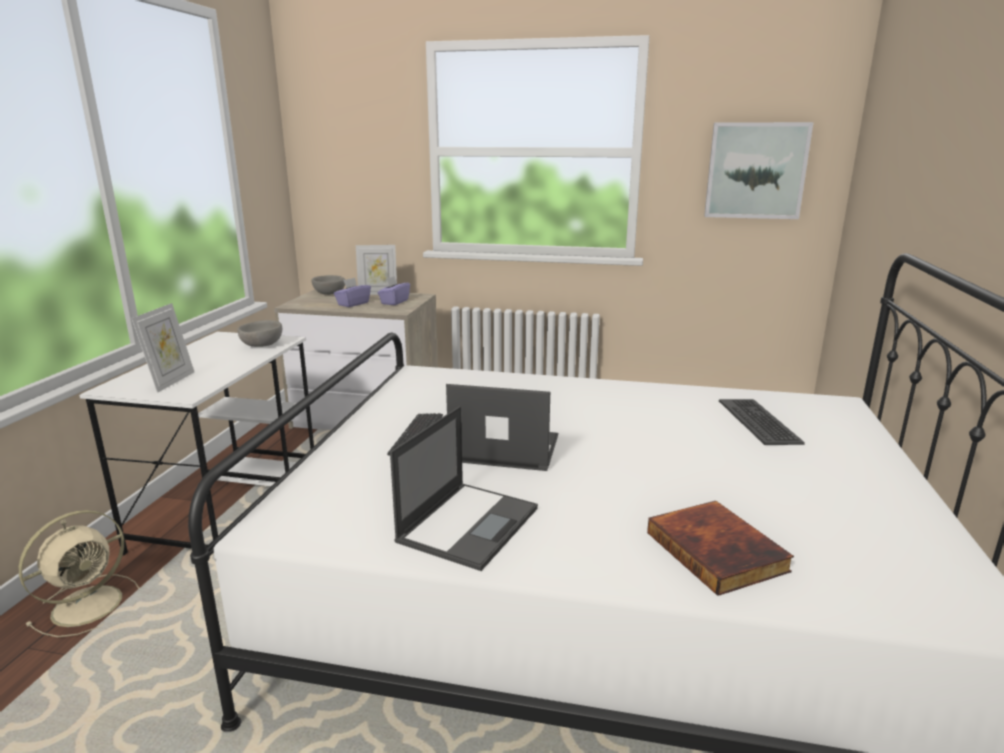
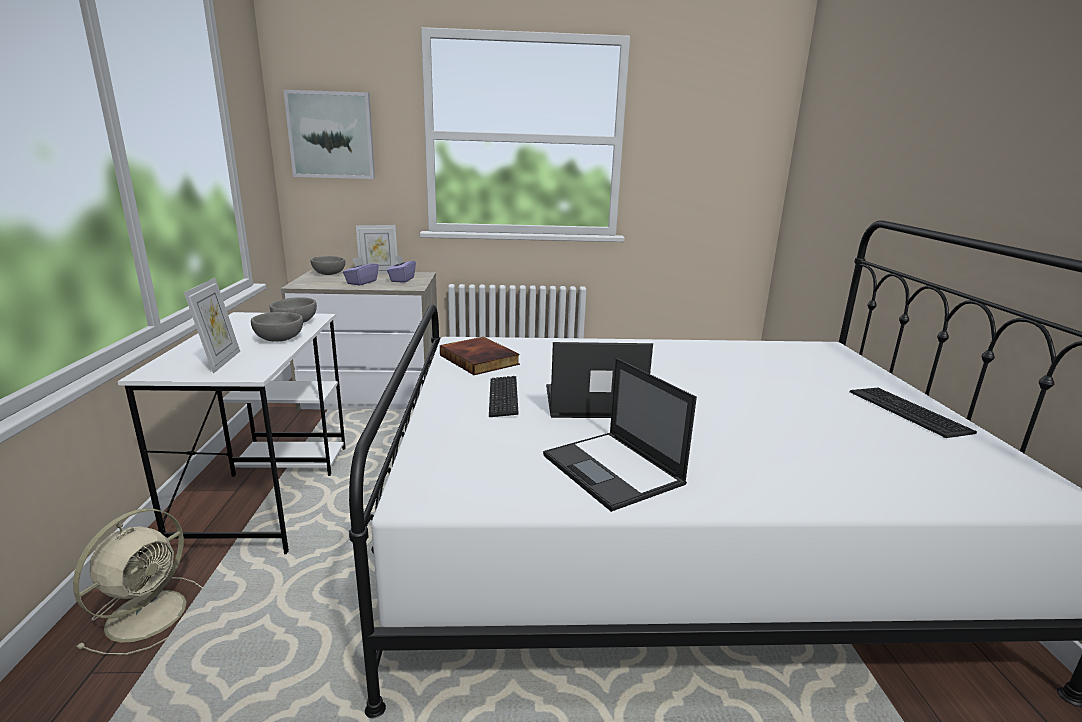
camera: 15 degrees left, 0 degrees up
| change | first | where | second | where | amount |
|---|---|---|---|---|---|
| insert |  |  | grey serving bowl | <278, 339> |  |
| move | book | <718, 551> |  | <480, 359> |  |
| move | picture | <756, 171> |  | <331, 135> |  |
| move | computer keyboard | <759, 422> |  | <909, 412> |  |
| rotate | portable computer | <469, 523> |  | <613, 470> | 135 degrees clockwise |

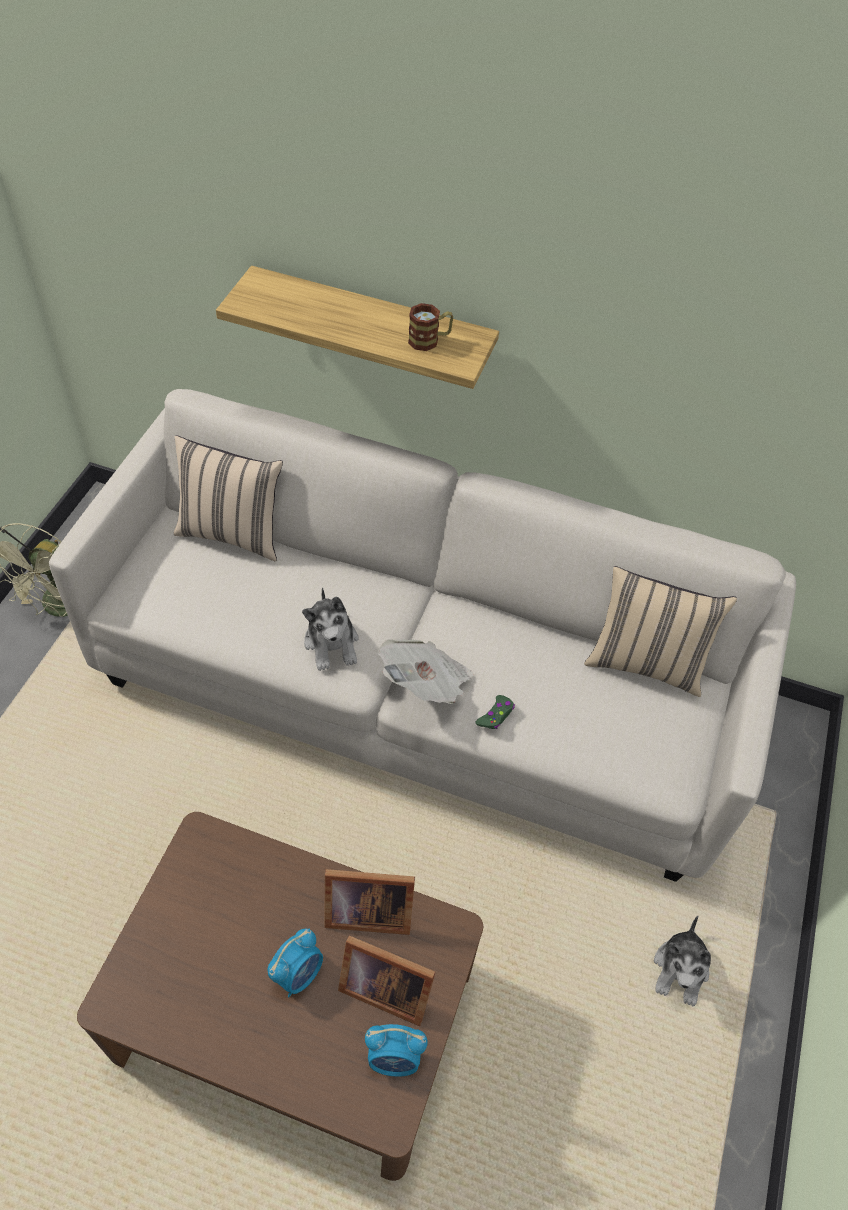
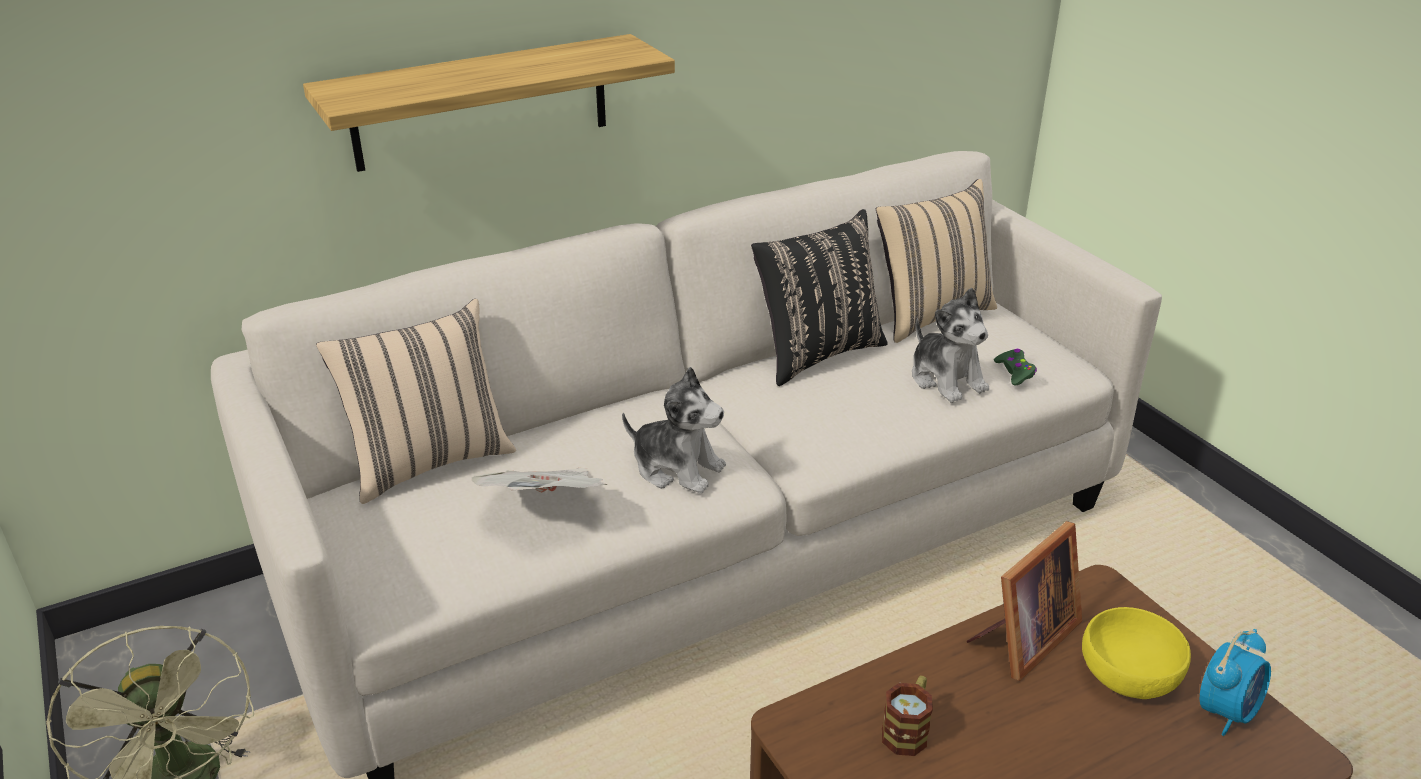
camera: 45 degrees left, 20 degrees down
| change | first | where | second | where | amount |
|---|---|---|---|---|---|
| delete | bedside clock | <298, 973> |  |  |  |
| insert |  |  | blackish pillow | <816, 353> |  |
| move | daily paper | <426, 683> |  | <547, 507> |  |
| move | mug | <429, 340> |  | <908, 729> |  |
| move | greenish joypad | <496, 715> |  | <1015, 372> |  |
| move | cuddly toy | <680, 969> |  | <946, 379> |  |
| replace | standing frame | <383, 985> | yellowish serving bowl | <1129, 673> |  |

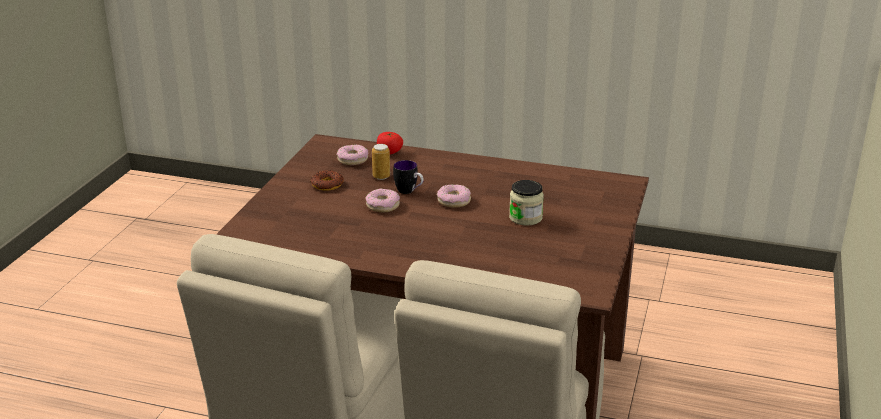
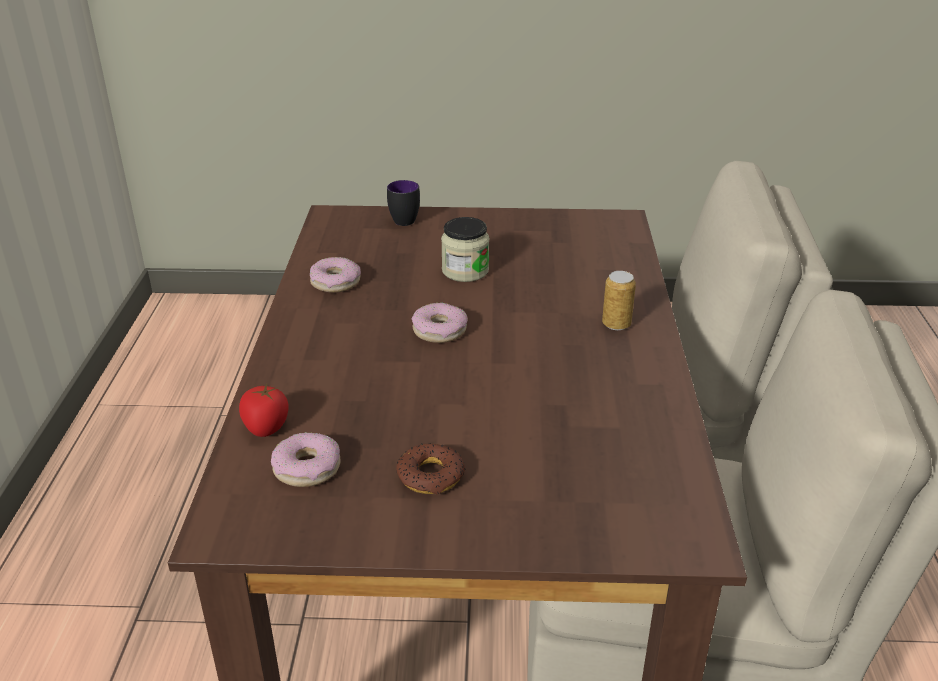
camera: 105 degrees left, 5 degrees up
| change | first | where | second | where | amount |
|---|---|---|---|---|---|
| move | ring doughnut | <383, 205> |  | <335, 282> |  |
| move | sealed can | <381, 176> |  | <616, 324> |  |
| move | mug | <409, 192> |  | <407, 219> |  |

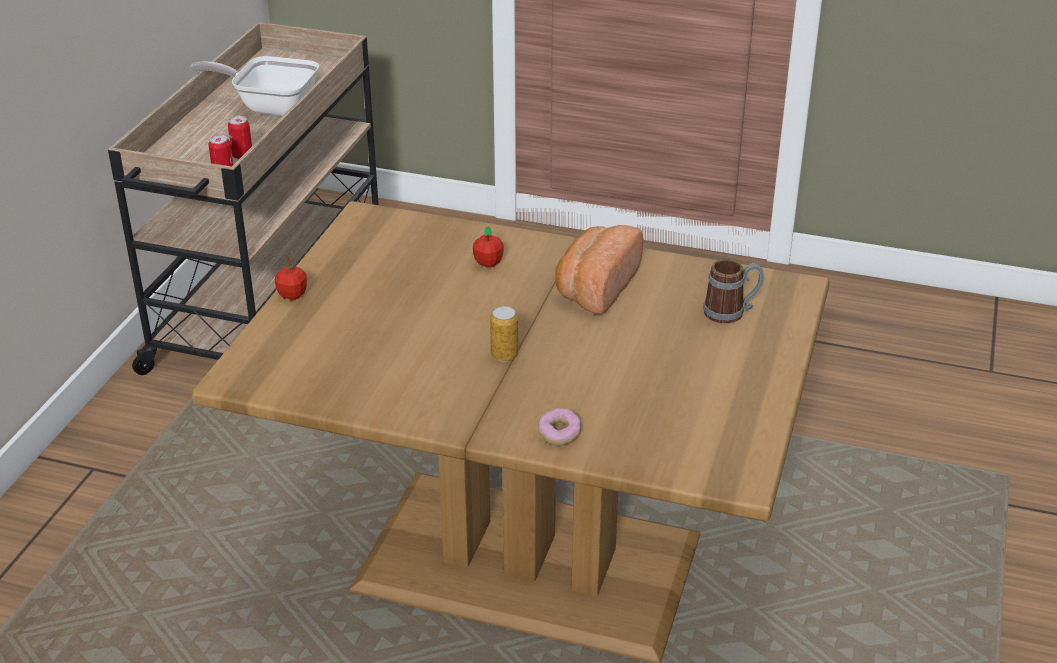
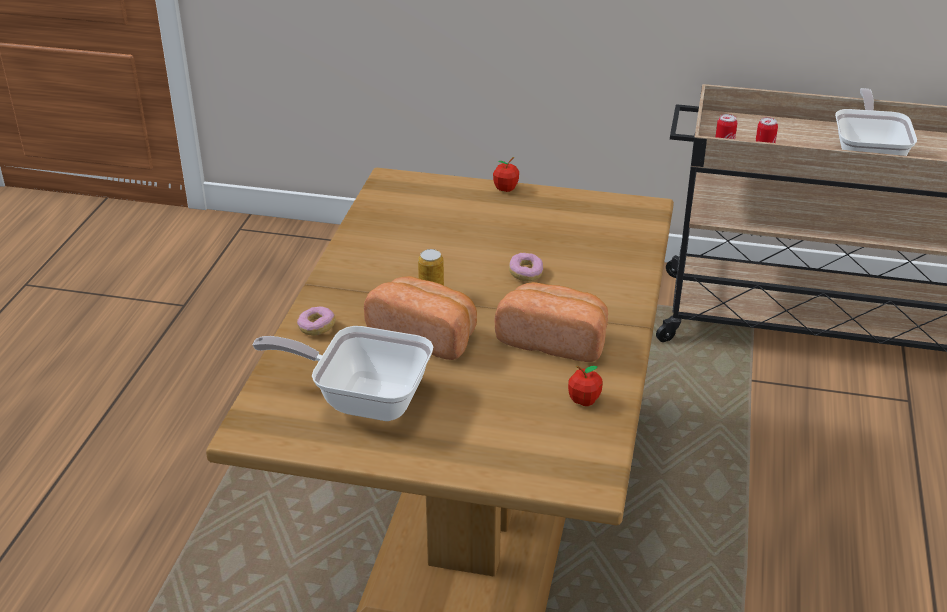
camera: 85 degrees right, 0 degrees up
| change | first | where | second | where | amount |
|---|---|---|---|---|---|
| delete | mug | <731, 312> |  |  |  |
| insert |  |  | frying pan | <363, 398> |  |
| insert |  |  | bakery bread | <425, 335> |  |
| insert |  |  | ring doughnut | <525, 274> |  |
| move | whole apple | <488, 263> |  | <584, 400> |  |

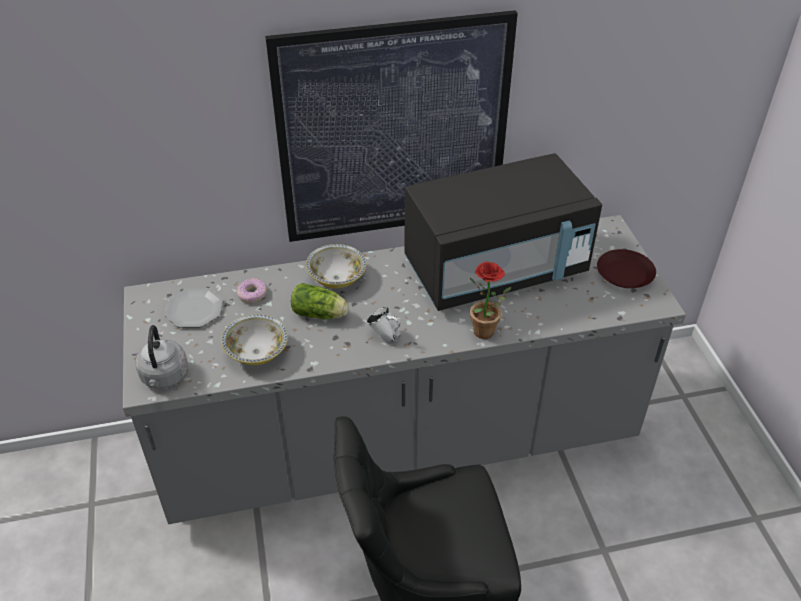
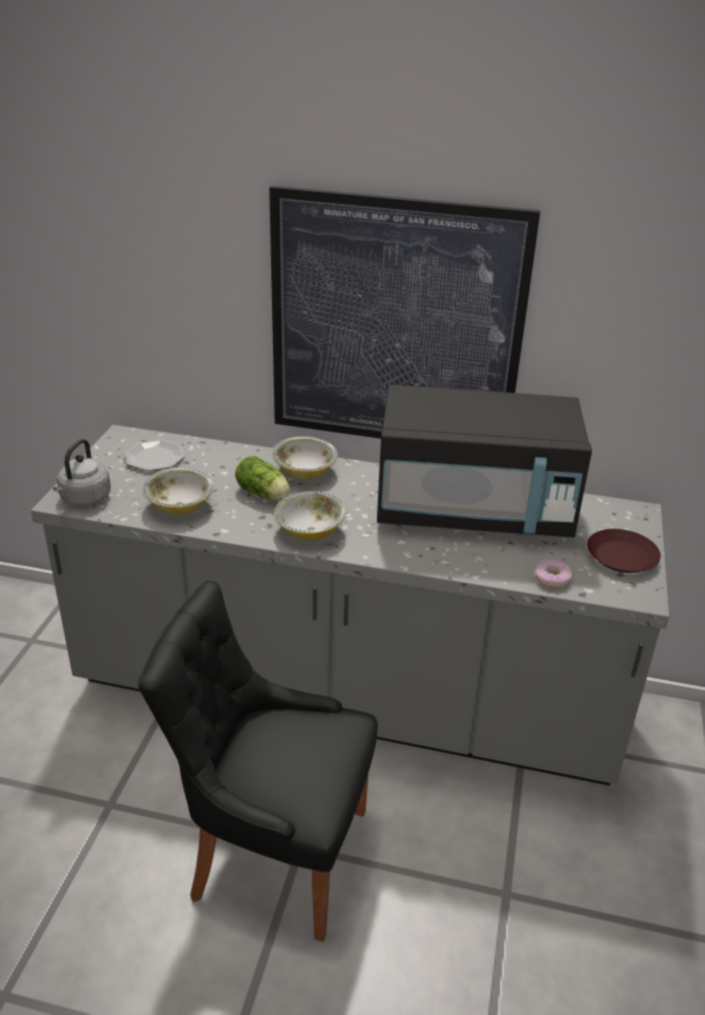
camera: 25 degrees right, 10 degrees down
| change | first | where | second | where | amount |
|---|---|---|---|---|---|
| delete | houseplant | <485, 335> |  |  |  |
| move | ring doughnut | <252, 294> |  | <552, 578> |  |
| replace | whitish mug | <384, 337> | serving bowl | <310, 531> |  |

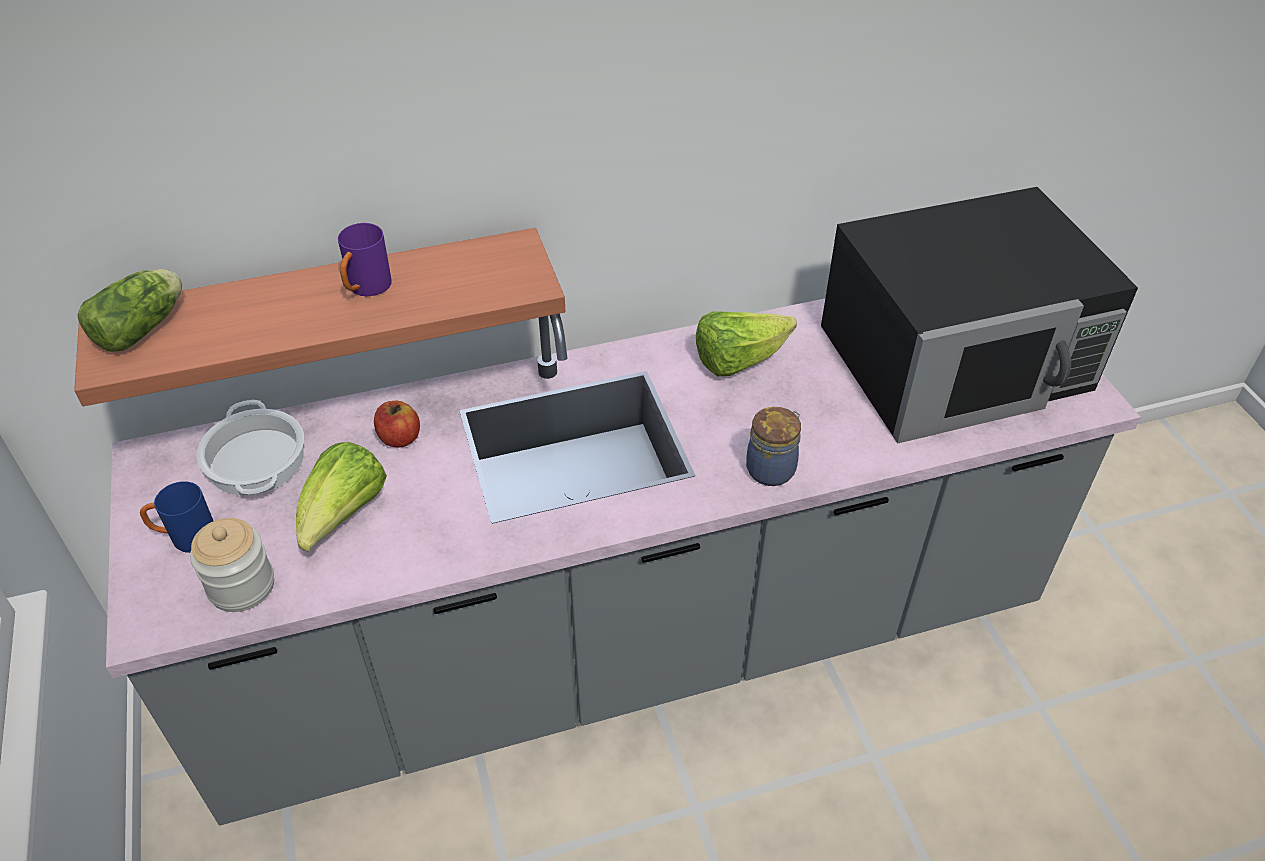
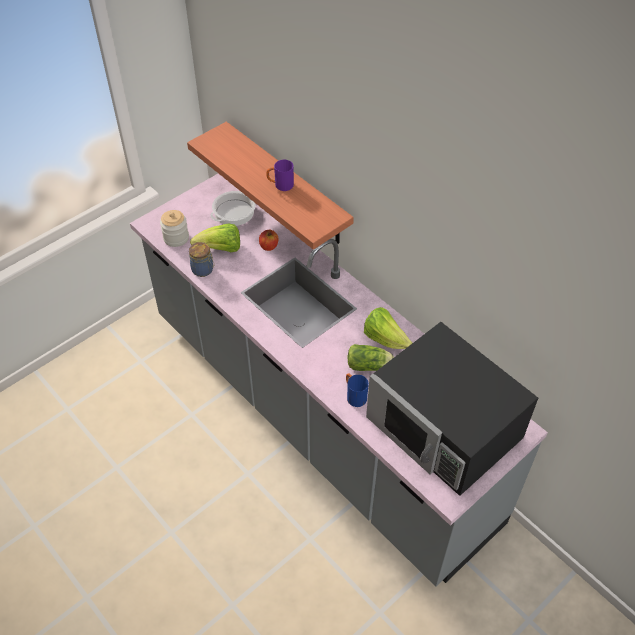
camera: 65 degrees right, 5 degrees up
| change | first | where | second | where | amount |
|---|---|---|---|---|---|
| move | lettuce | <144, 327> |  | <370, 366> |  |
| move | bluish mug | <185, 538> |  | <354, 396> |  |
| move | jar | <772, 469> |  | <203, 270> |  |

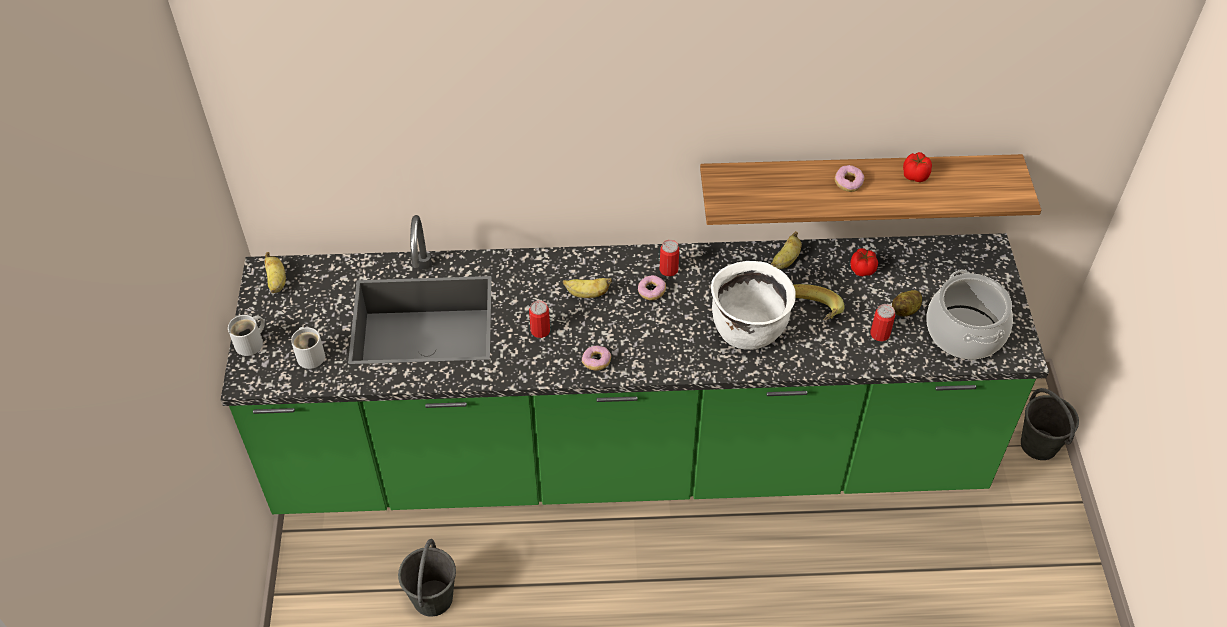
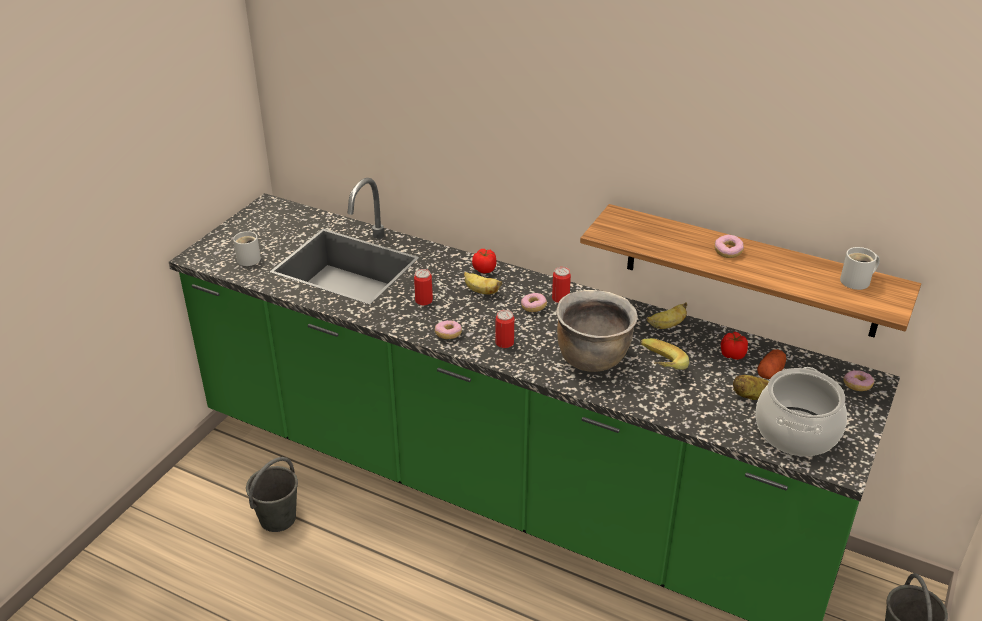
camera: 30 degrees right, 15 degrees down
| change | first | where | second | where | amount |
|---|---|---|---|---|---|
| delete | banana | <277, 282> |  |  |  |
| insert |  |  | spud | <770, 372> |  |
| insert |  |  | ring doughnut | <857, 385> |  |
| move | whitish mug | <251, 343> |  | <858, 281> |  |
| move | sealed can | <880, 334> |  | <504, 343> |  |
| move | tomato | <915, 175> |  | <485, 269> |  |
| recolor | whitish cooking pot | <747, 329> | brown-coloured cooking pot | <592, 358> |  |

